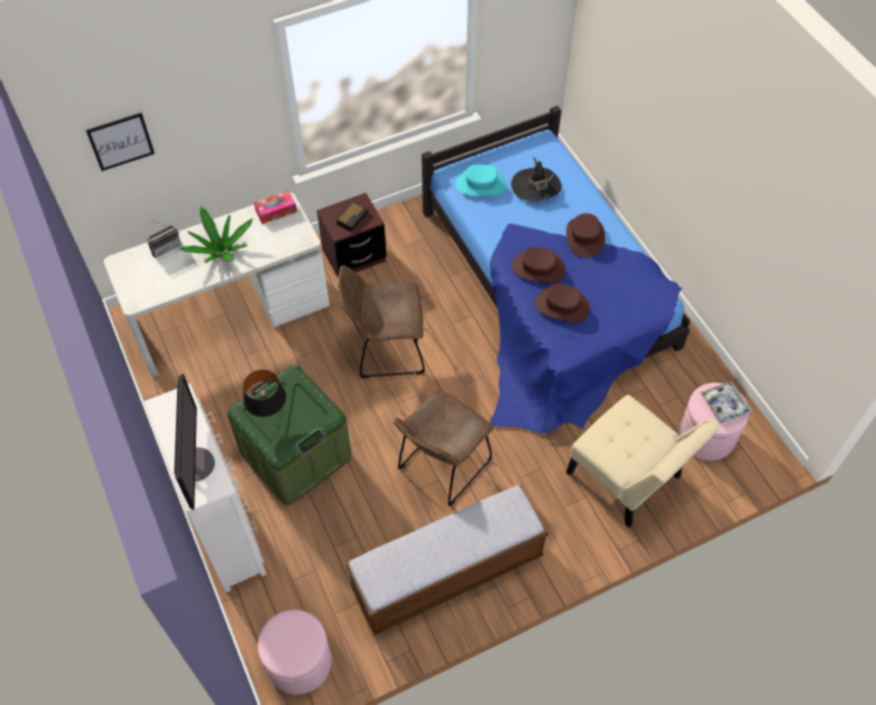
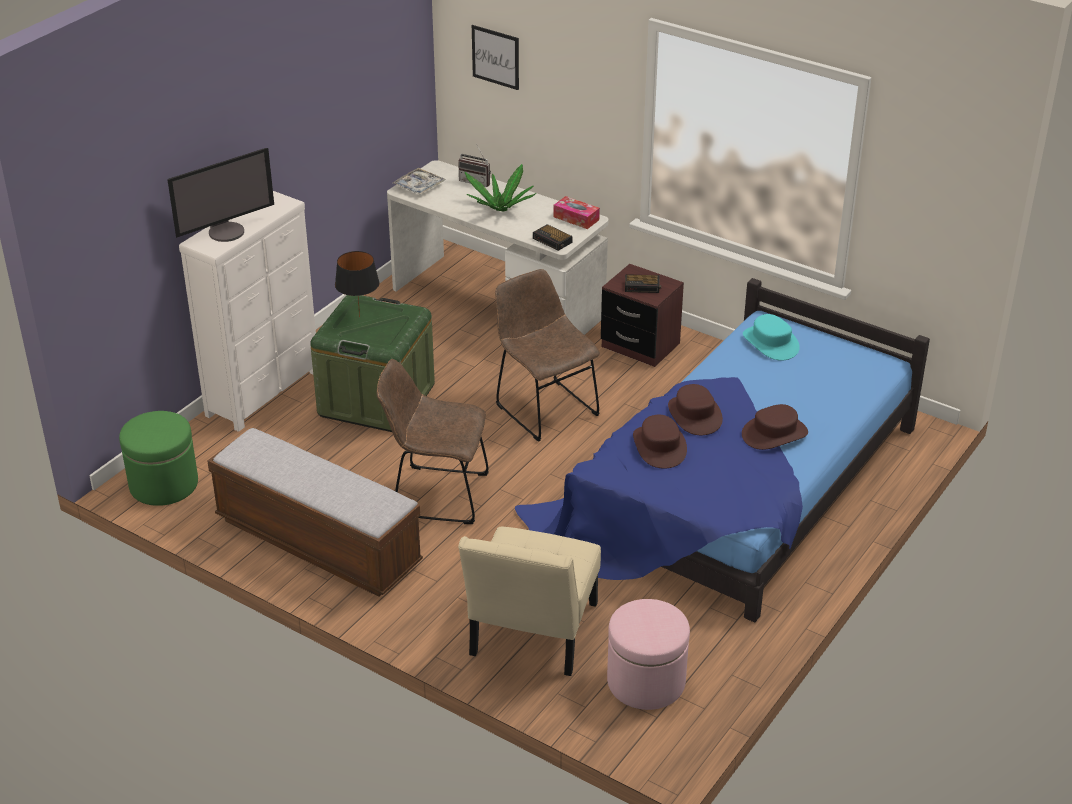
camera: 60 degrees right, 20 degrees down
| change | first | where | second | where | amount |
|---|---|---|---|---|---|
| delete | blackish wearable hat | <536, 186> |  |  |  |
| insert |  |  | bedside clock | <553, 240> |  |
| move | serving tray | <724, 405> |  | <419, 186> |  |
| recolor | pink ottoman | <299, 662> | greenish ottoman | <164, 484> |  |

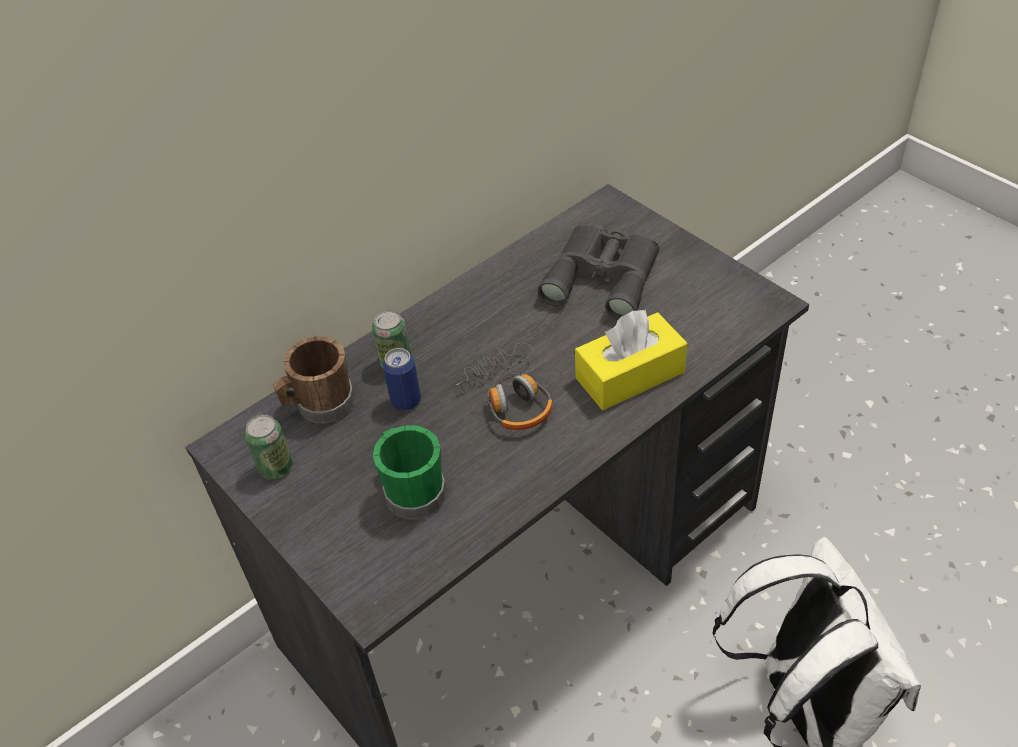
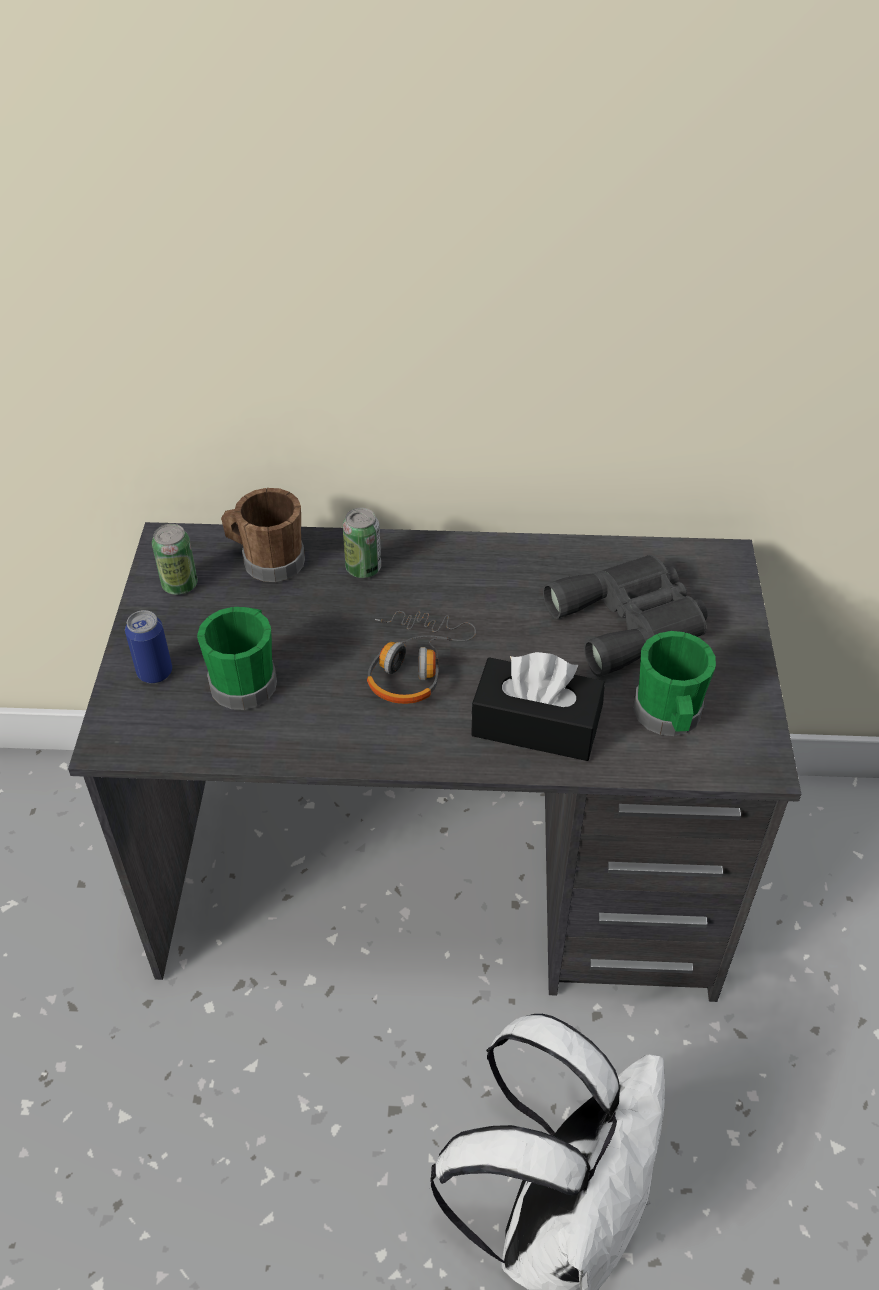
camera: 40 degrees right, 0 degrees up
| change | first | where | second | where | amount |
|---|---|---|---|---|---|
| insert |  |  | greenish mug | <668, 717> |  |
| move | sealed can | <406, 401> |  | <155, 672> |  |
| recolor | yellowish tissue holder | <630, 375> | blackish tissue holder | <536, 725> |  |

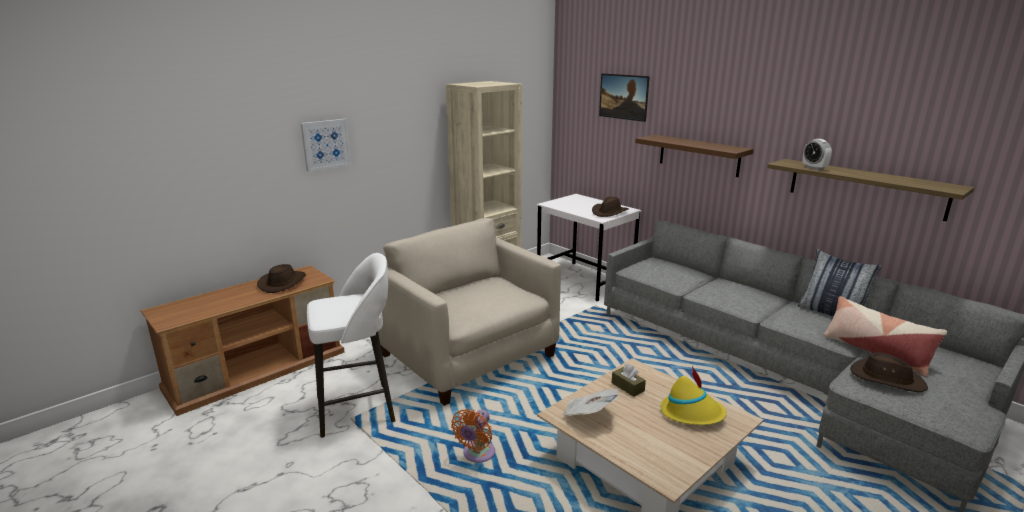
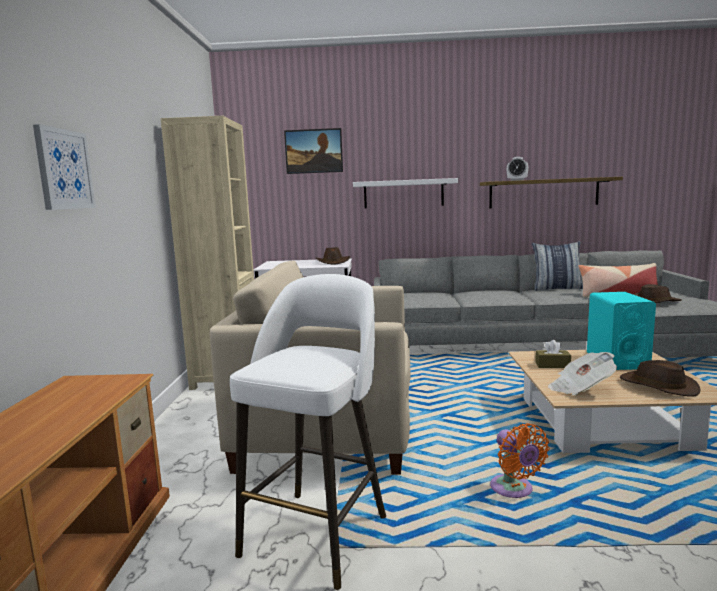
camera: 45 degrees left, 10 degrees down
| change | first | where | second | where | amount |
|---|---|---|---|---|---|
| move | brown-coloured wearable hat | <283, 283> |  | <658, 386> |  |
| replace | yellowish wearable hat | <692, 413> | blue-green audio speaker | <616, 360> |  |
| recolor | brown-coloured bracket shelf | <699, 155> | whitish bracket shelf | <403, 194> |  |

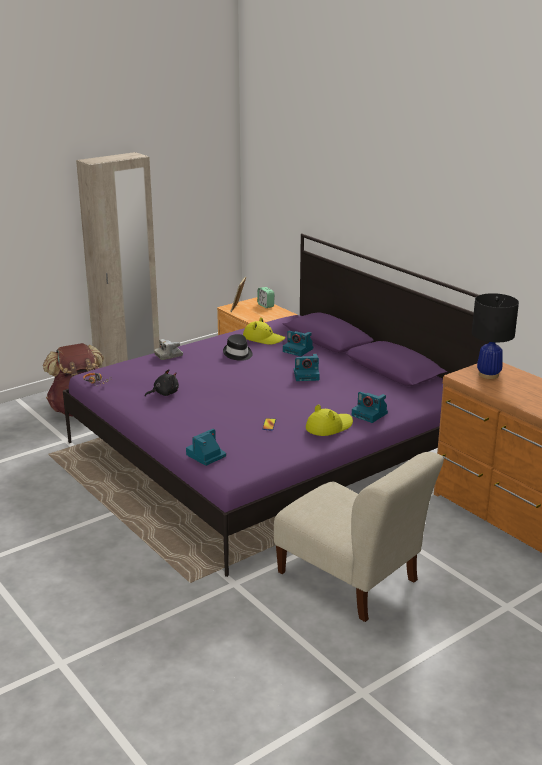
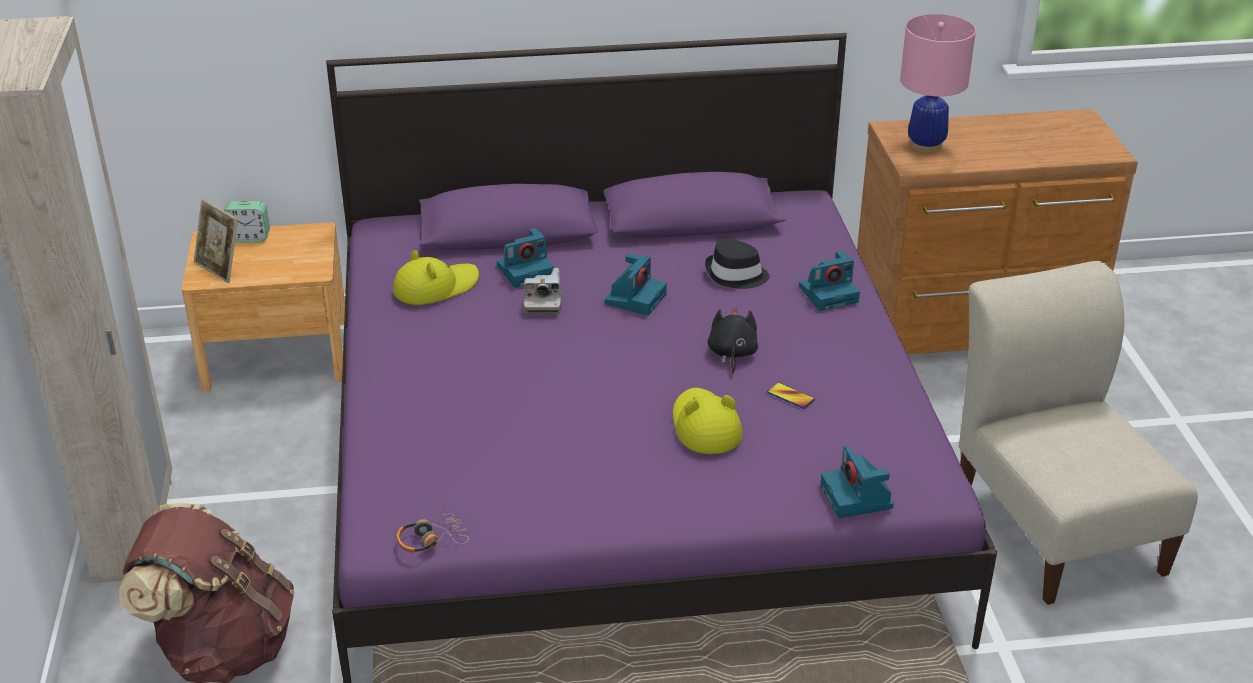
camera: 60 degrees left, 10 degrees up
| change | first | where | second | where | amount |
|---|---|---|---|---|---|
| move | blackish cuddly toy | <164, 393> |  | <732, 354> |  |
| move | still camera | <168, 355> |  | <543, 302> |  |
| move | blackish wearable hat | <238, 354> |  | <736, 275> |  |
| move | yellowish wearable hat | <329, 427> |  | <705, 426> |  |
| recolor | blackish lamp for a table | <488, 374> | pink lamp for a table | <926, 145> |  |
| rotate | sand-coloured chair | <351, 580> |  | <1054, 524> | 90 degrees counterclockwise |

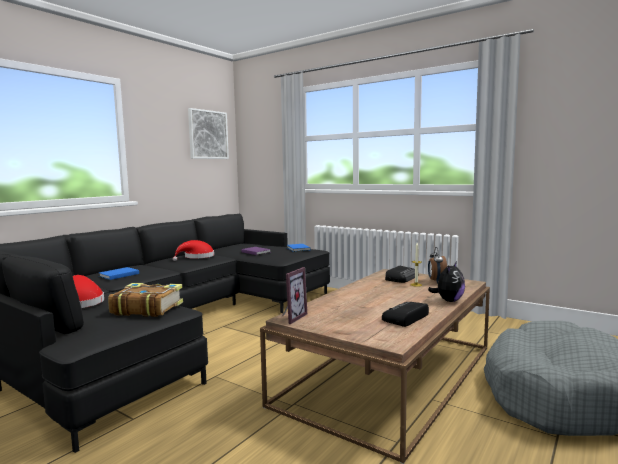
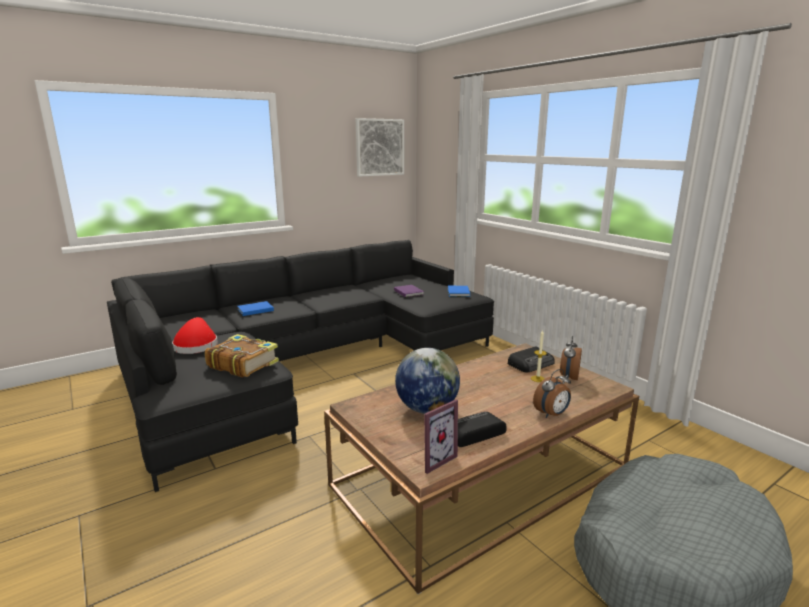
camera: 20 degrees right, 10 degrees up
| change | first | where | second | where | amount |
|---|---|---|---|---|---|
| delete | reddish wearable hat | <197, 257> |  |  |  |
| insert |  |  | world globe | <427, 409> |  |
| move | standing frame | <291, 317> |  | <433, 459> |  |
| replace | cuddly toy | <448, 300> | bedside clock | <552, 414> |  |

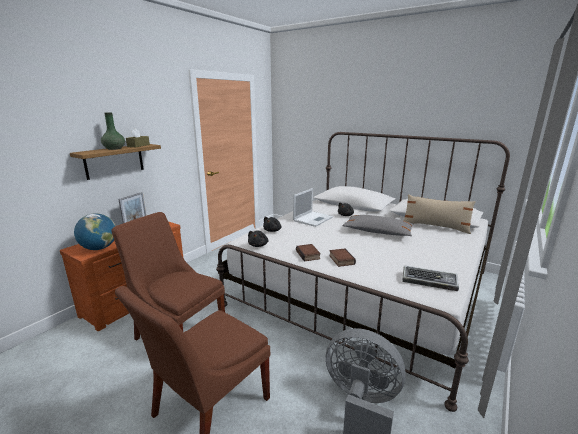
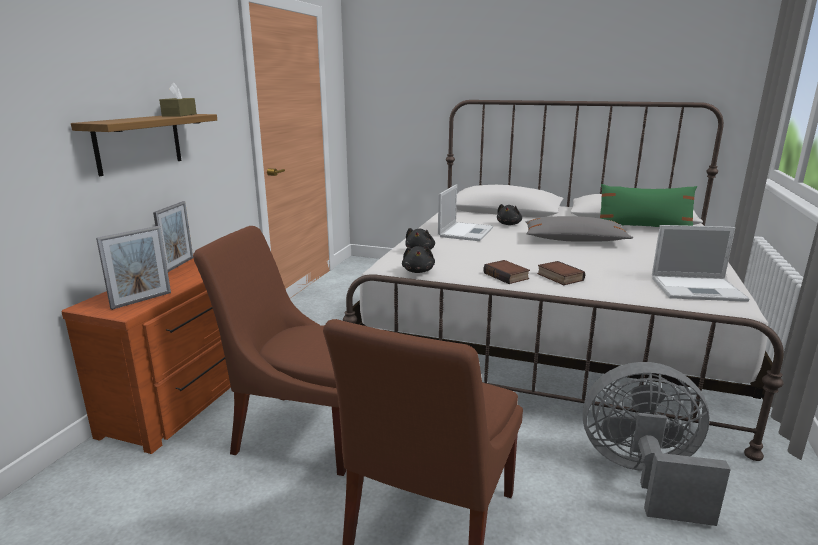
camera: 15 degrees left, 0 degrees up
| change | first | where | second | where | amount |
|---|---|---|---|---|---|
| delete | greenish flower vase | <114, 149> |  |  |  |
| replace | world globe | <99, 248> | standing frame | <141, 300> |  |
| replace | computer keyboard | <429, 281> | portable computer | <698, 289> |  |
| recolor | sand-coloured pillow | <435, 227> | greenish pillow | <643, 228> |  |

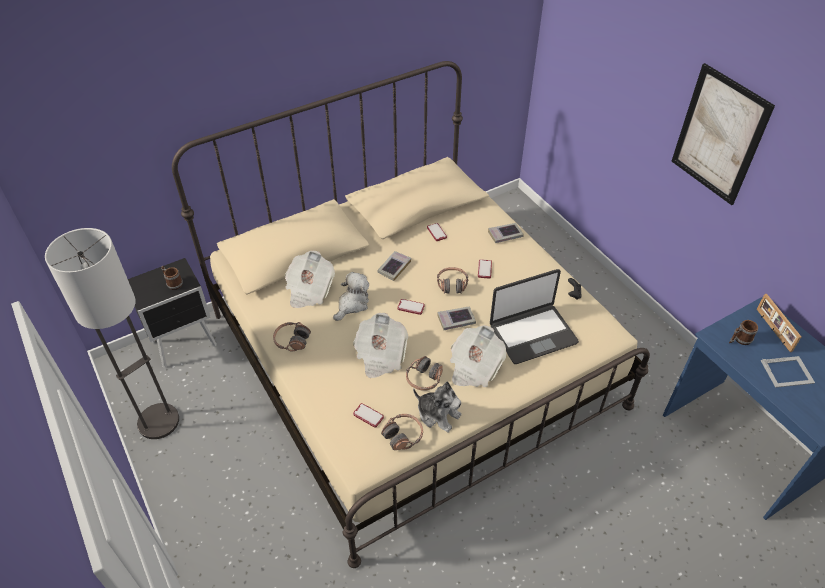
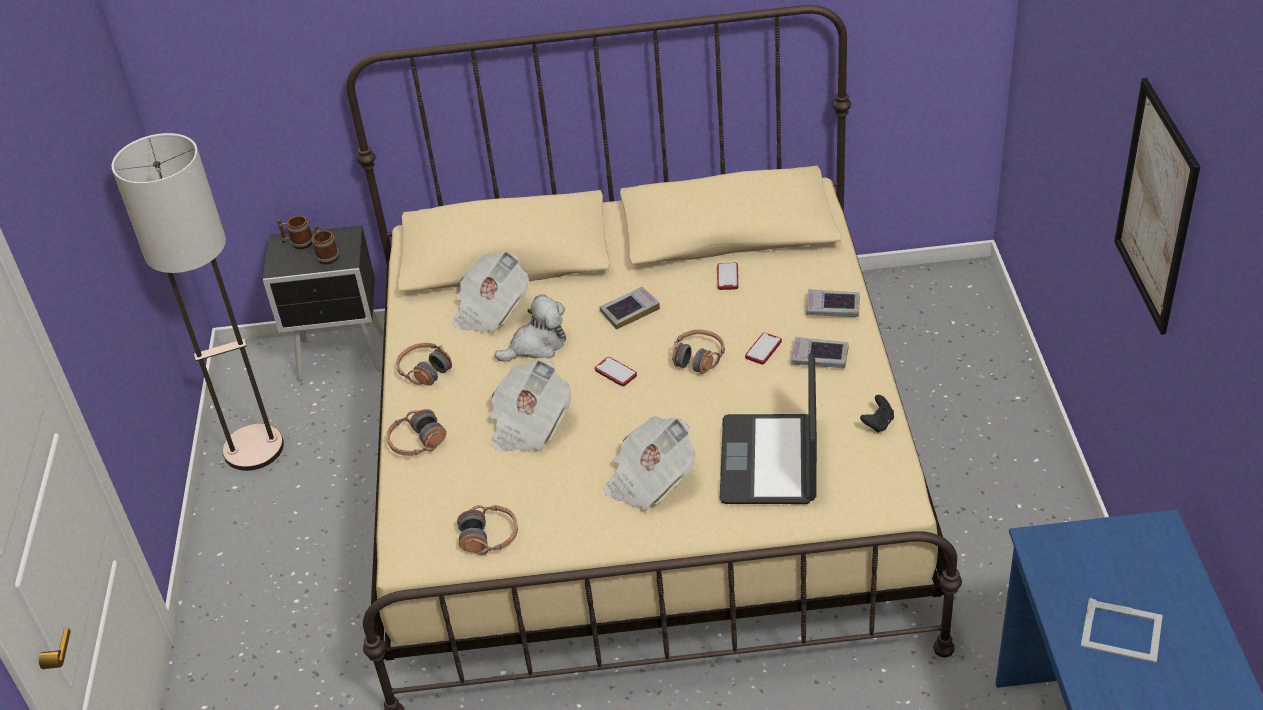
camera: 30 degrees right, 5 degrees down
| change | first | where | second | where | amount |
|---|---|---|---|---|---|
| delete | phone | <368, 416> |  |  |  |
| delete | cuddly toy | <438, 414> |  |  |  |
| delete | standing frame | <773, 330> |  |  |  |
| move | headphones | <424, 379> |  | <417, 442> |  |
| move | book | <456, 320> |  | <819, 357> |  |
| move | mug | <739, 340> |  | <298, 243> |  |
| rotate | portable computer | <532, 333> |  | <770, 461> | 90 degrees clockwise |

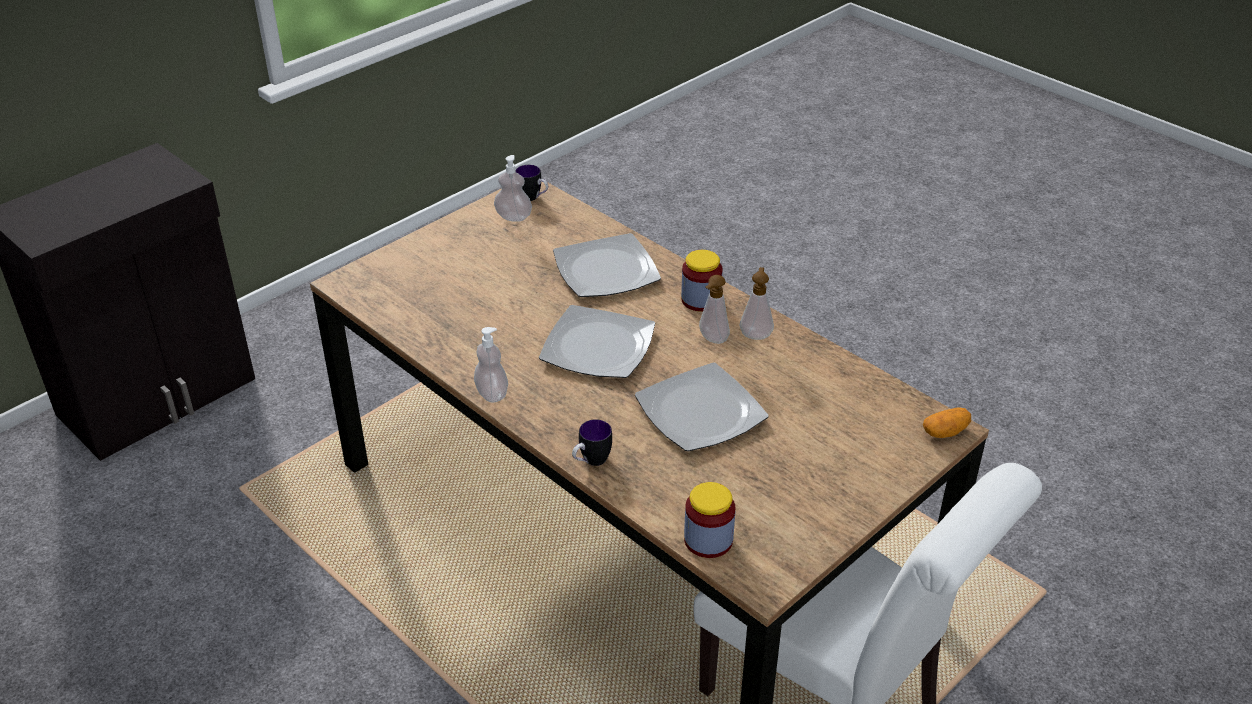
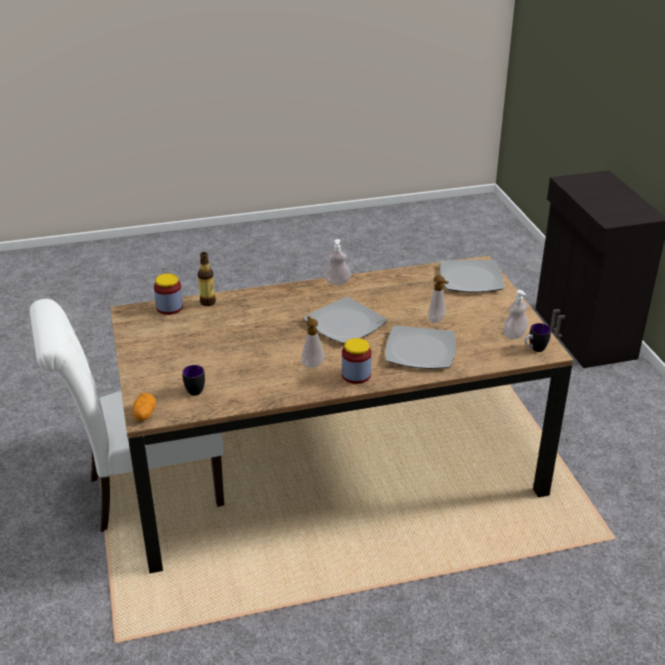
camera: 120 degrees right, 5 degrees down
| change | first | where | second | where | amount |
|---|---|---|---|---|---|
| insert |  |  | beverage bottle | <208, 302> |  |
| move | mug | <591, 462> |  | <194, 389> |  |
| move | plate | <702, 412> |  | <470, 279> |  |
| move | soap bottle | <756, 334> |  | <437, 320> |  |

